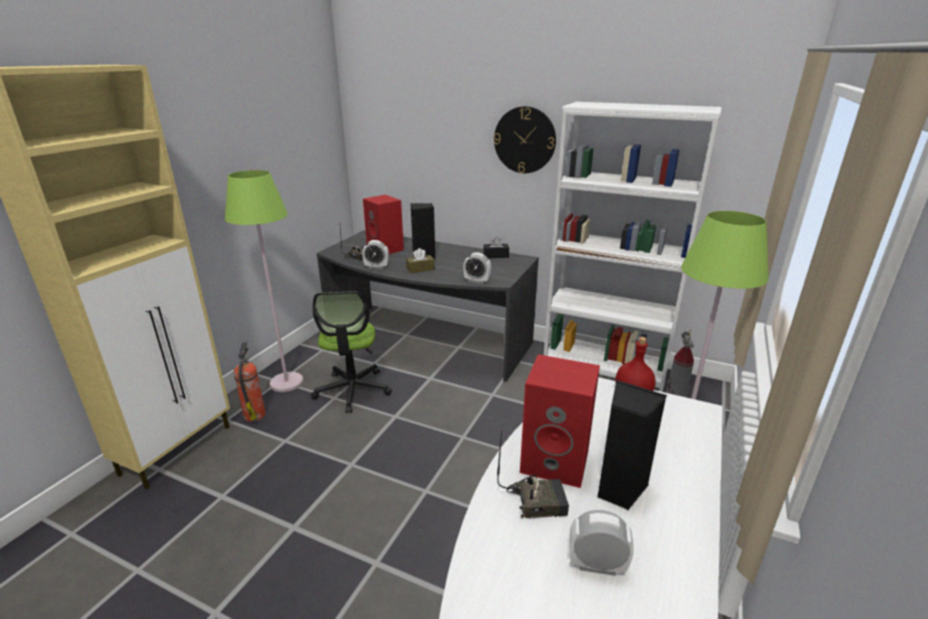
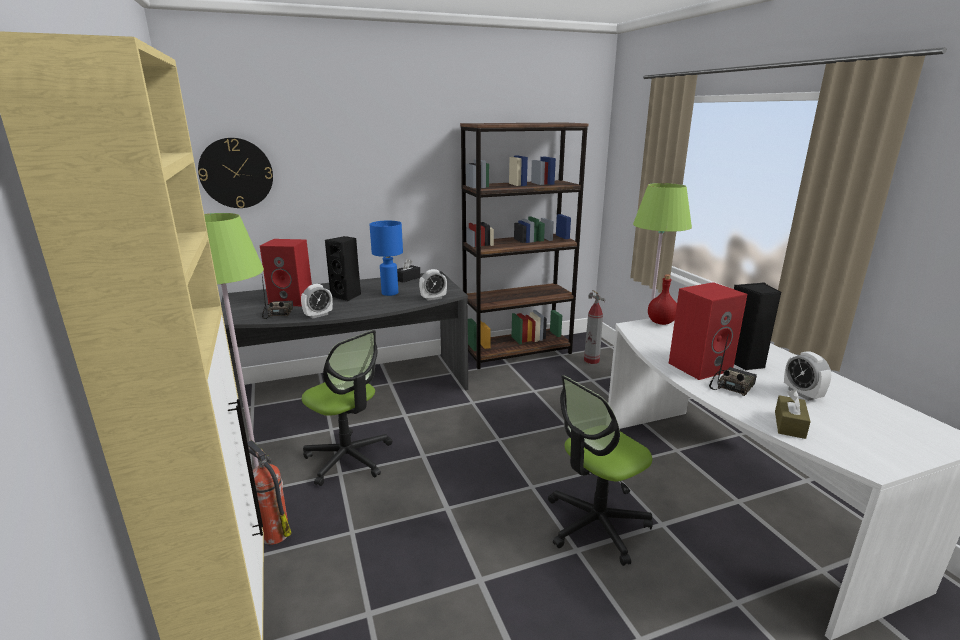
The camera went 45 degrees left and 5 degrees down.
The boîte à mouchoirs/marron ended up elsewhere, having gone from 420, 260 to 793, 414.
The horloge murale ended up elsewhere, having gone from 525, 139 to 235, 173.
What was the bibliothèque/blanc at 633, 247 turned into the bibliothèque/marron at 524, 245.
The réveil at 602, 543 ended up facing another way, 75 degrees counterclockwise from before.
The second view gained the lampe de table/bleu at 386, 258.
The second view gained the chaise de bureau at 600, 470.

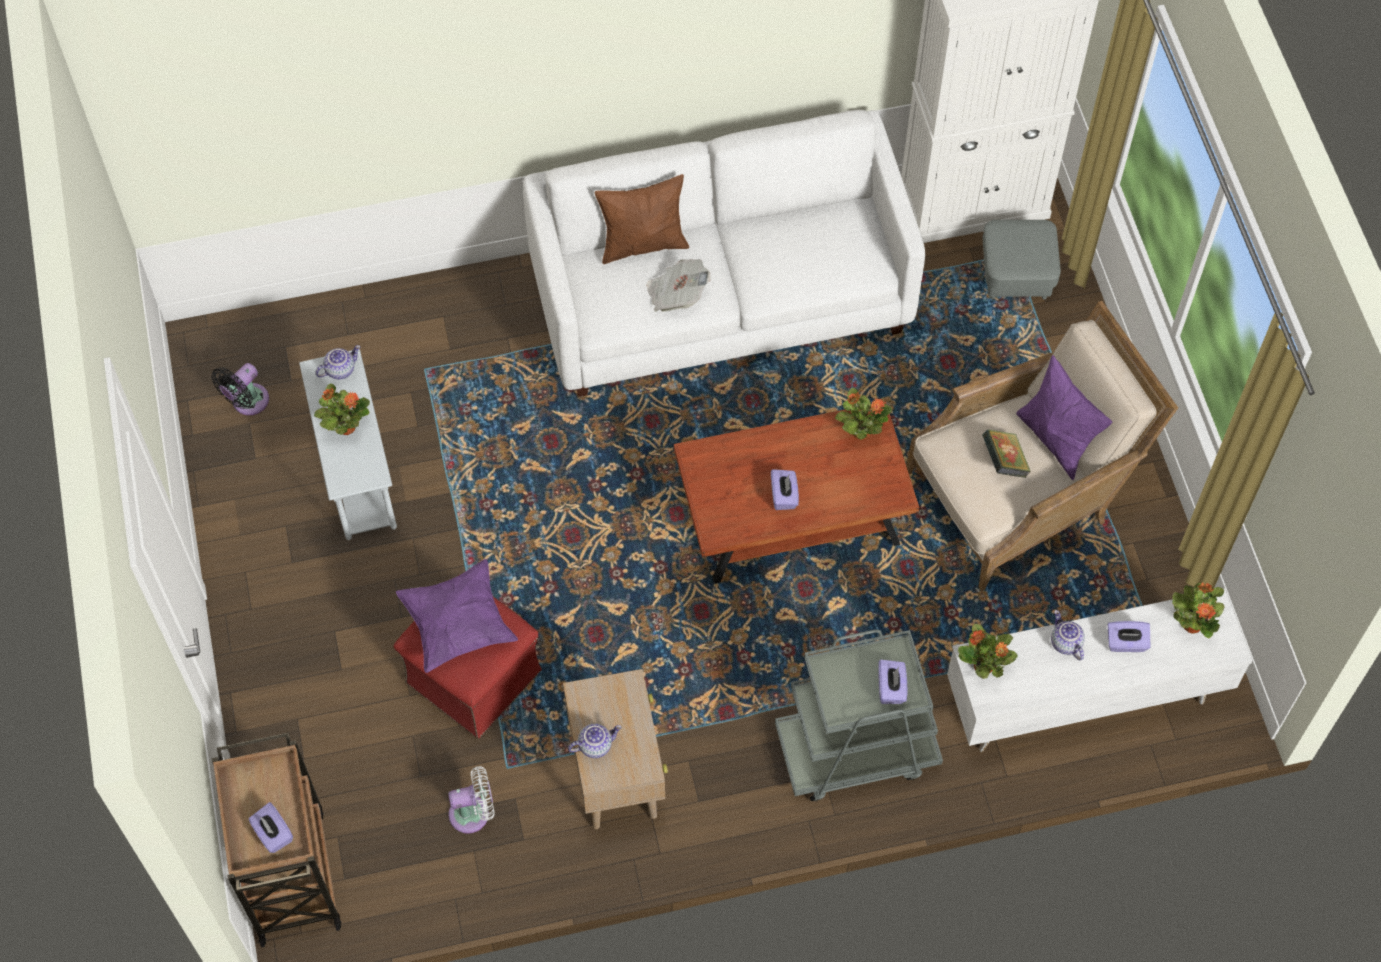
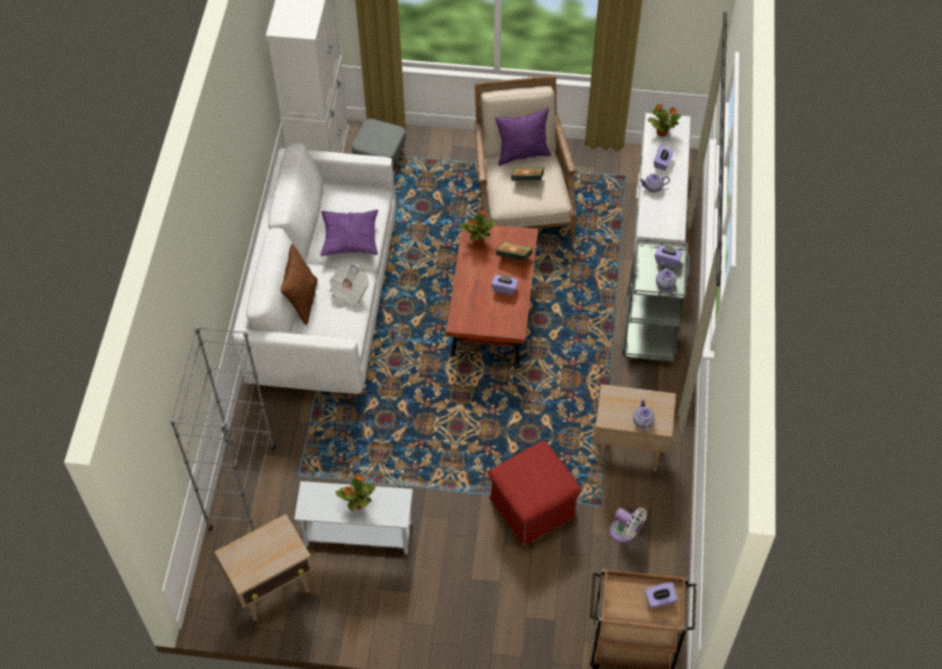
The camera went 70 degrees left and 5 degrees down.
Where the ventilateur/noir stood at 240, 389, the table d'appoint/beige came to stand at 264, 567.
The théière ended up elsewhere, having gone from 337, 362 to 666, 277.
The coussin/violet ended up elsewhere, having gone from 457, 616 to 349, 233.
The ventilateur/blanc at 471, 800 ended up facing another way, 120 degrees clockwise from before.
The second view lost the plante en pot at 988, 651.
The second view gained the bibliothèque/gris at 223, 428.
The second view gained the livre at 514, 251.

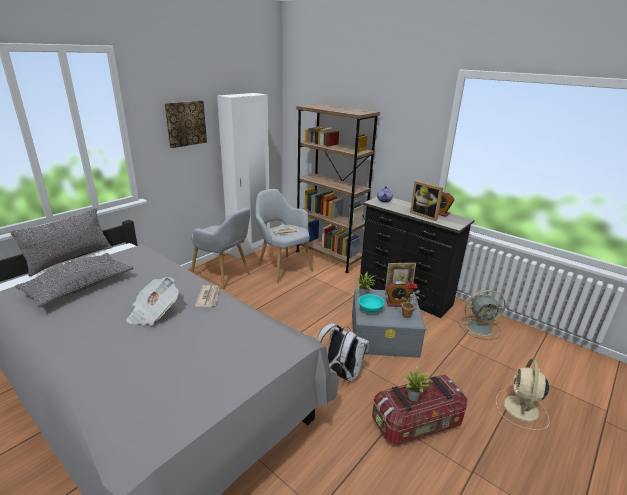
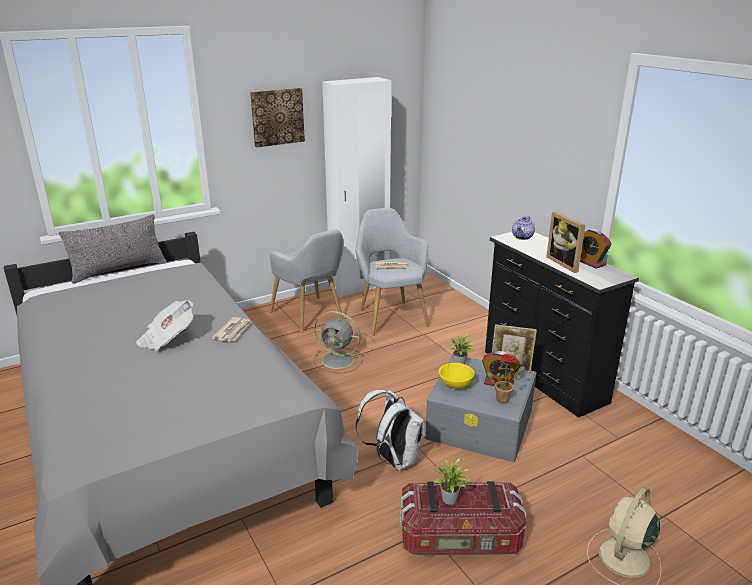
The camera went 20 degrees right and 0 degrees up.
The second view lost the coussin/gris at 74, 280.
The second view lost the bibliothèque/marron at 338, 188.
What was the bol/turquoise at 371, 303 turned into the bol/jaune at 457, 376.
The ventilateur/gris ended up elsewhere, having gone from 482, 315 to 338, 342.

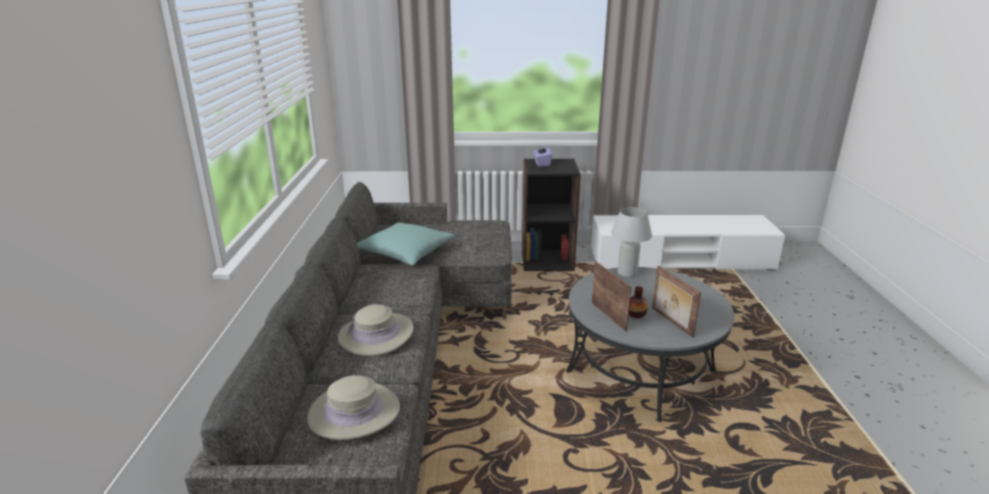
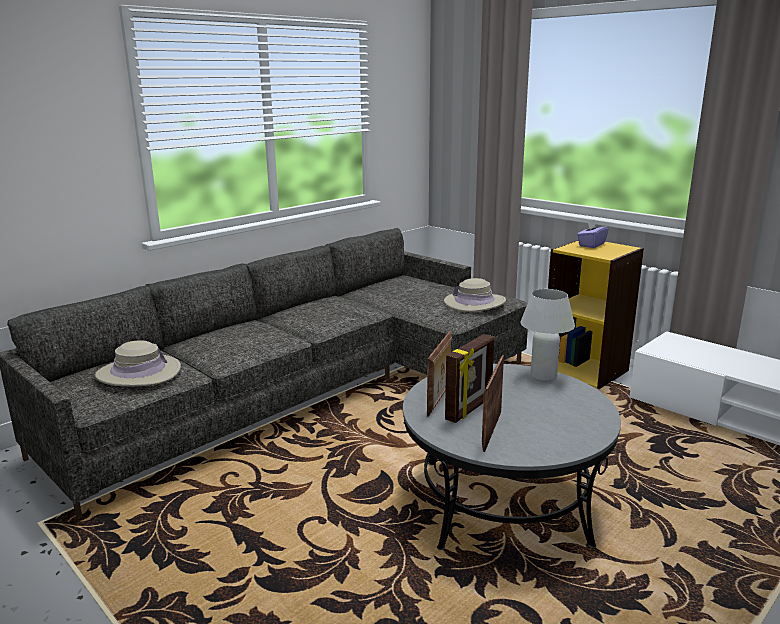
The camera went 45 degrees right and 5 degrees down.
The chapeau/beige ended up elsewhere, having gone from 376, 330 to 475, 295.
The second view lost the coussin/turquoise at 405, 244.
What was the bibliothèque/noir at 551, 214 turned into the bibliothèque/jaune at 596, 314.
Where the vase stood at 638, 302, the cadre photo came to stand at 469, 378.

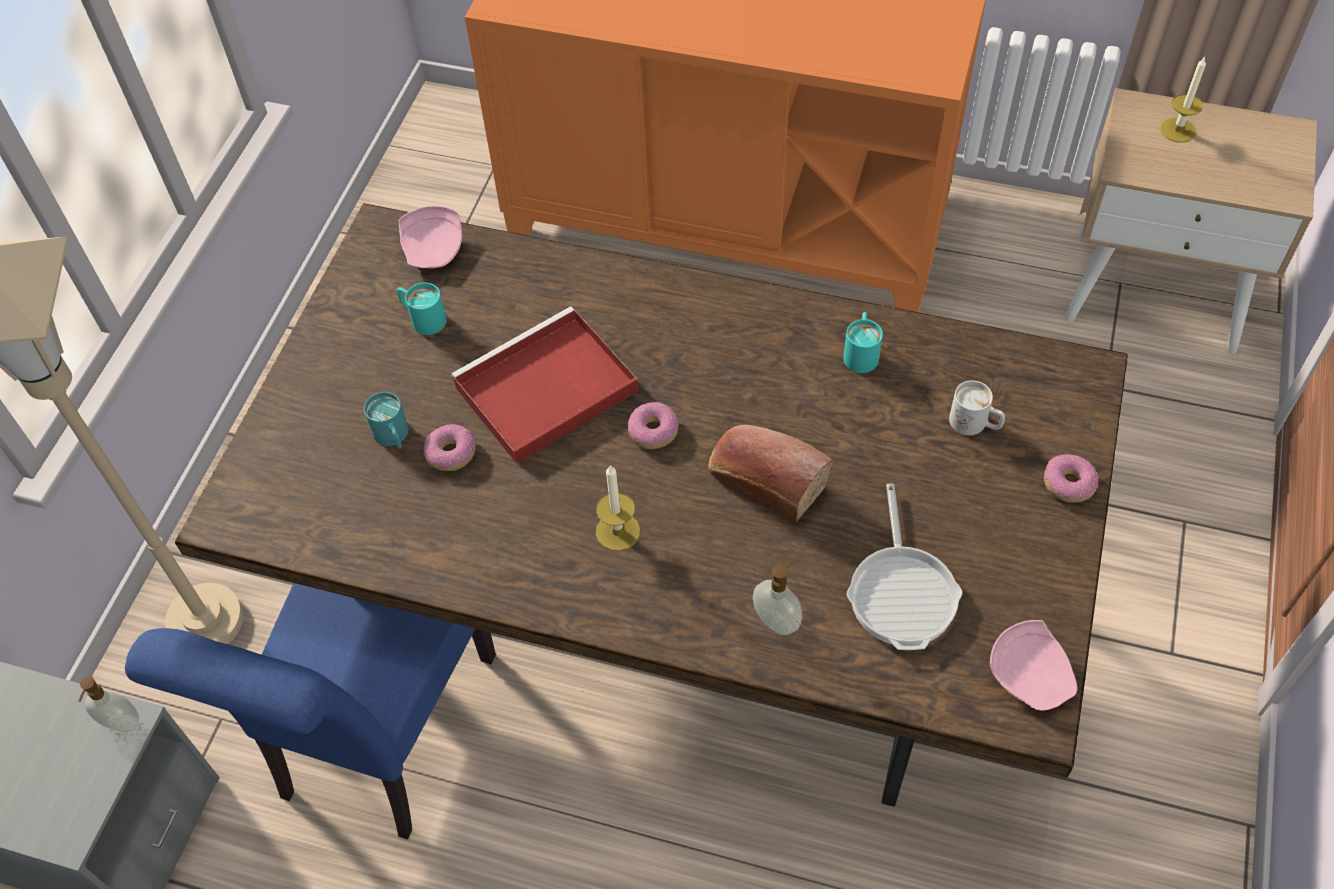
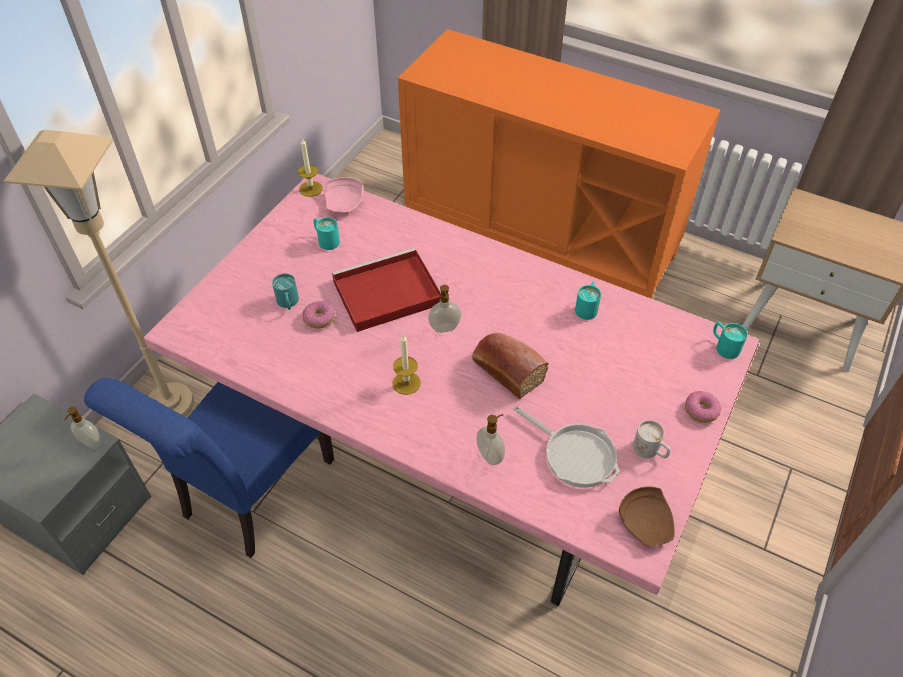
The camera went 10 degrees right and 5 degrees down.
What was the table à manger/marron at 651, 505 turned into the table à manger/rose at 452, 390.
Where the beignet stood at 653, 425, the distributeur de savon came to stand at 444, 309.
The poêle at 905, 566 ended up facing another way, 60 degrees counterclockwise from before.
The mug/blanc ended up elsewhere, having gone from 977, 407 to 652, 439.
What was the assiette/rose at 1033, 665 turned into the assiette/marron at 647, 516.
The bougie ended up elsewhere, having gone from 1183, 100 to 310, 167.
The second view gained the mug/turquoise at 730, 340.

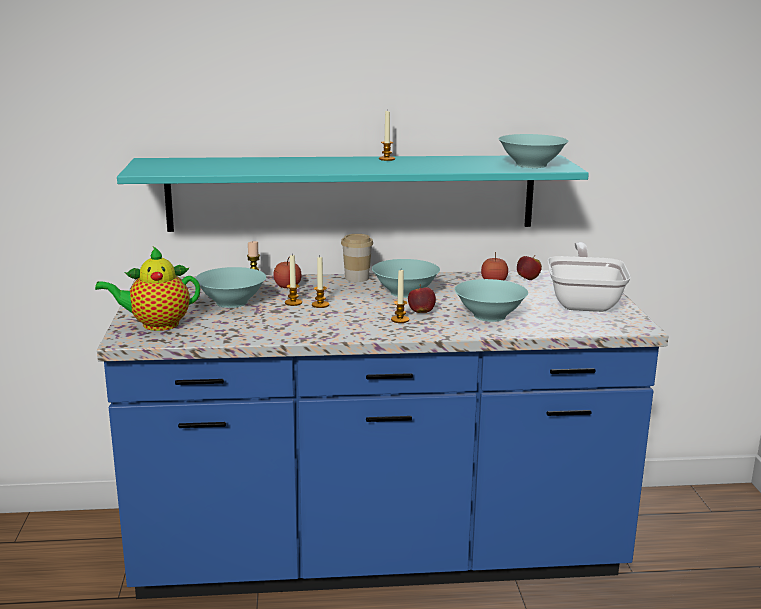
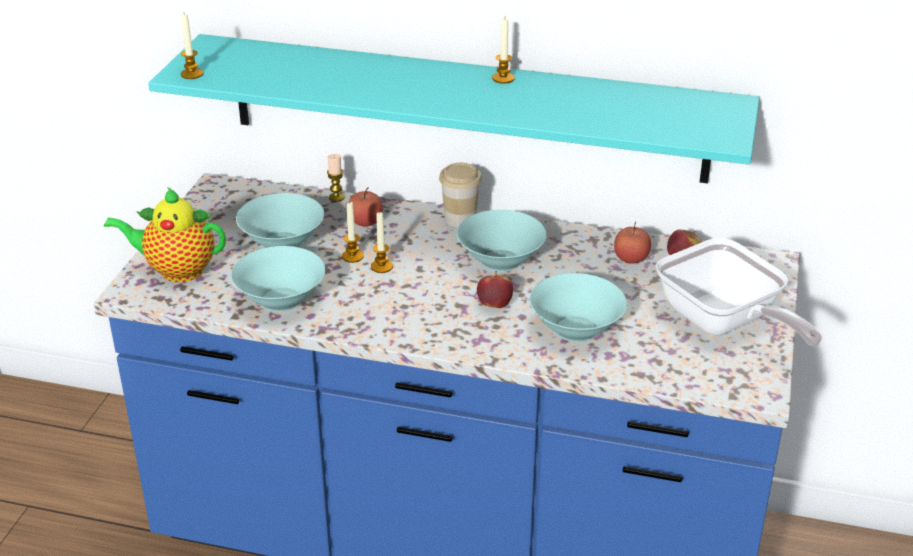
The camera went 20 degrees right and 15 degrees up.
The bougie ended up elsewhere, having gone from 400, 296 to 192, 46.
The bol/turquoise ended up elsewhere, having gone from 533, 151 to 278, 279.
The poêle at 589, 277 ended up facing another way, 120 degrees clockwise from before.

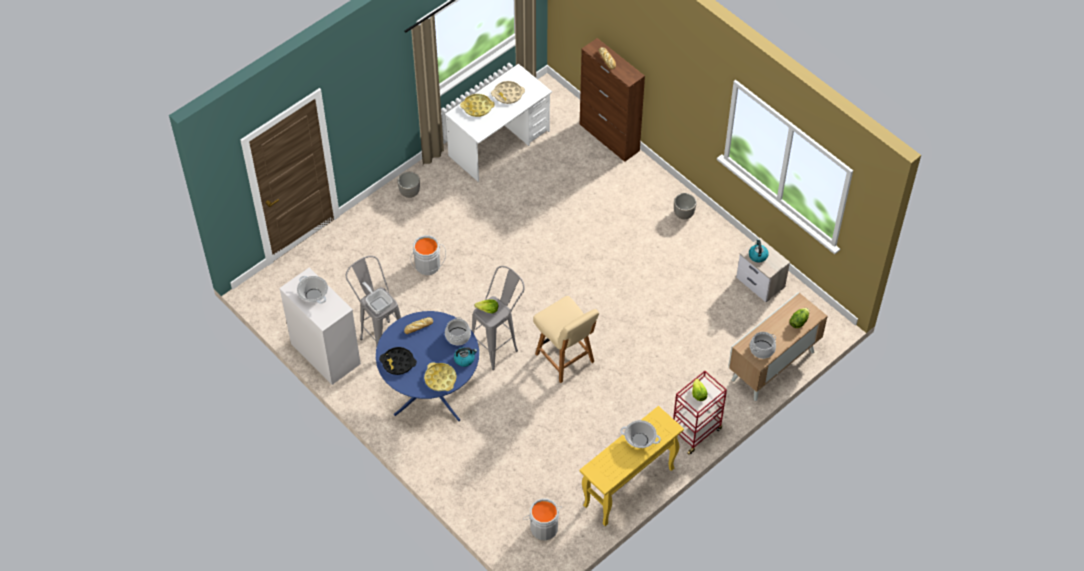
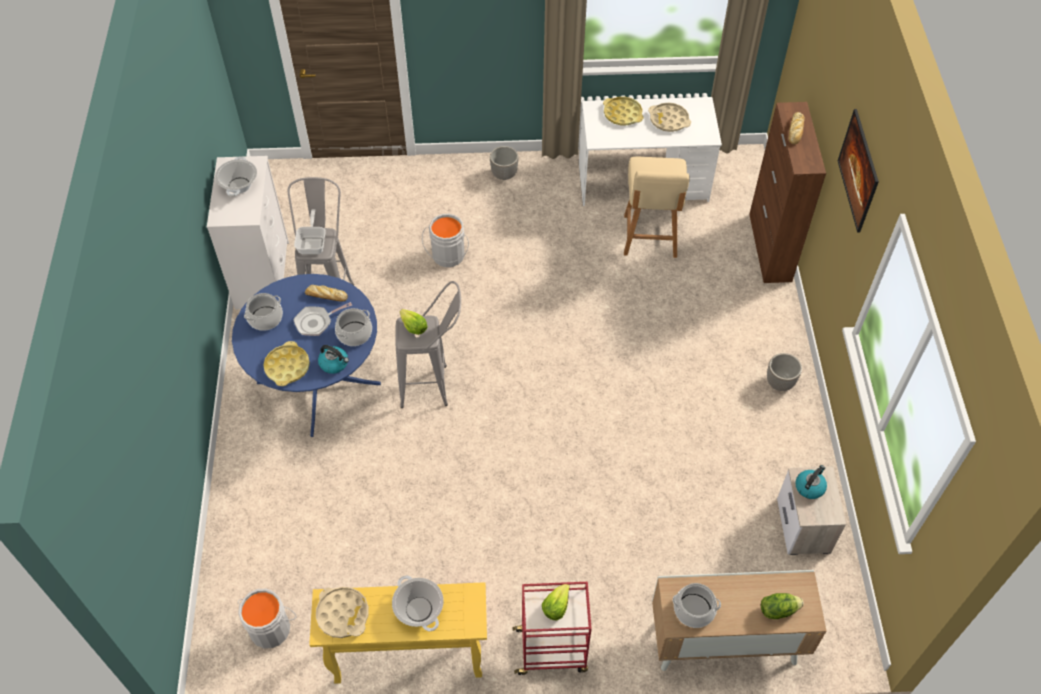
The camera went 40 degrees right and 0 degrees up.
Where the plateau/noir stood at 398, 361, the marmite came to stand at 263, 312.
The chaise/beige ended up elsewhere, having gone from 566, 339 to 657, 207.
The second view gained the poêle at 322, 319.
The second view gained the plateau/beige at 342, 612.
The second view gained the tableau at 858, 171.

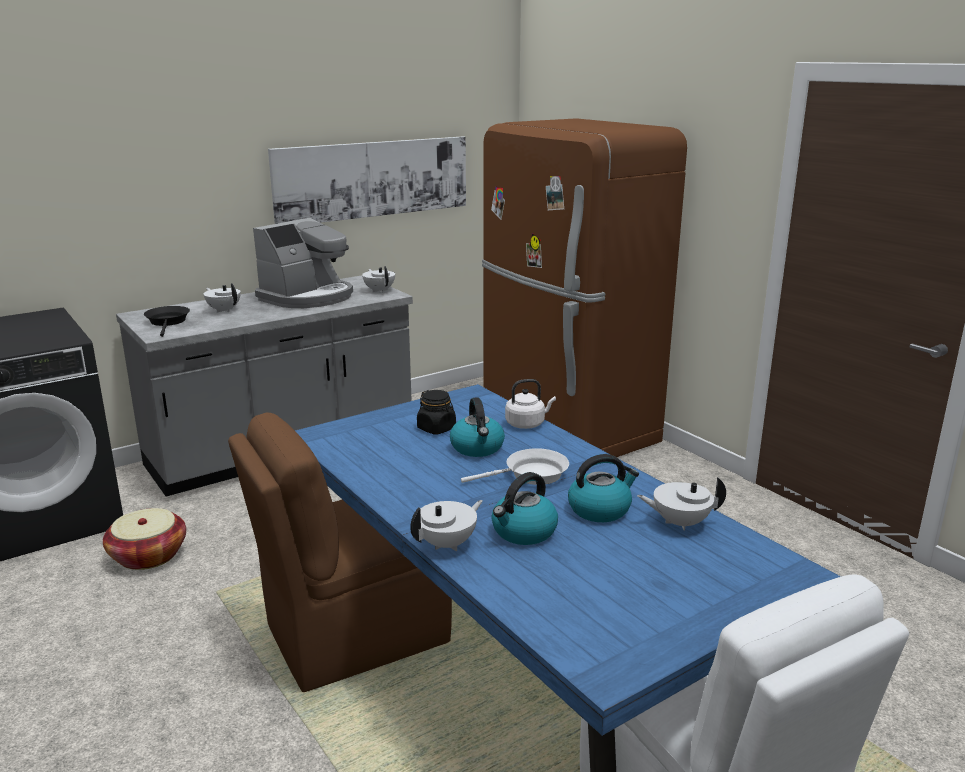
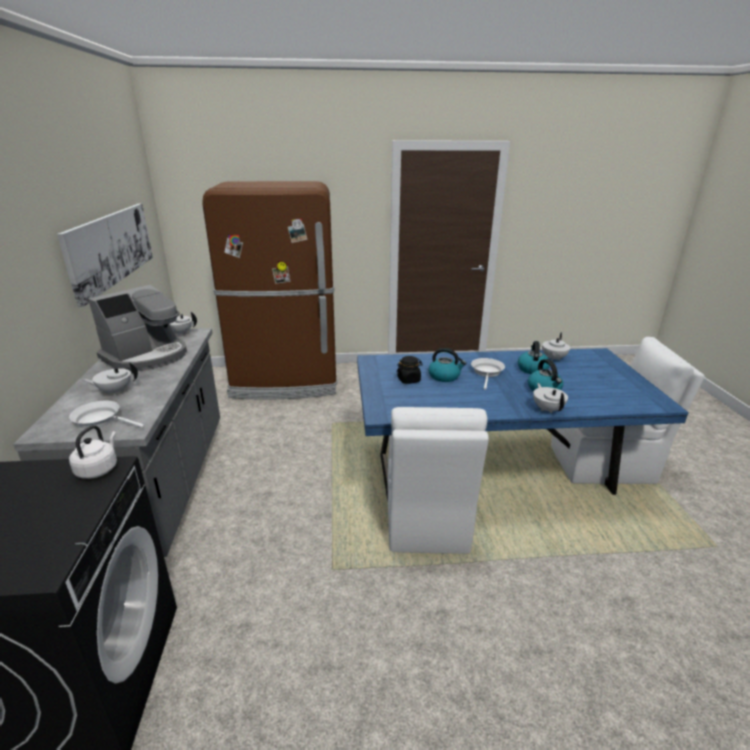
The camera went 60 degrees left and 5 degrees up.
The second view lost the panier at 144, 539.
What was the poêle/noir at 167, 321 turned into the poêle/blanc at 107, 414.
What was the chaise/marron at 340, 552 turned into the chaise/blanc at 438, 480.
The machine à café at 303, 263 ended up facing another way, 60 degrees clockwise from before.
The bouilloire/blanc ended up elsewhere, having gone from 530, 404 to 93, 452.

